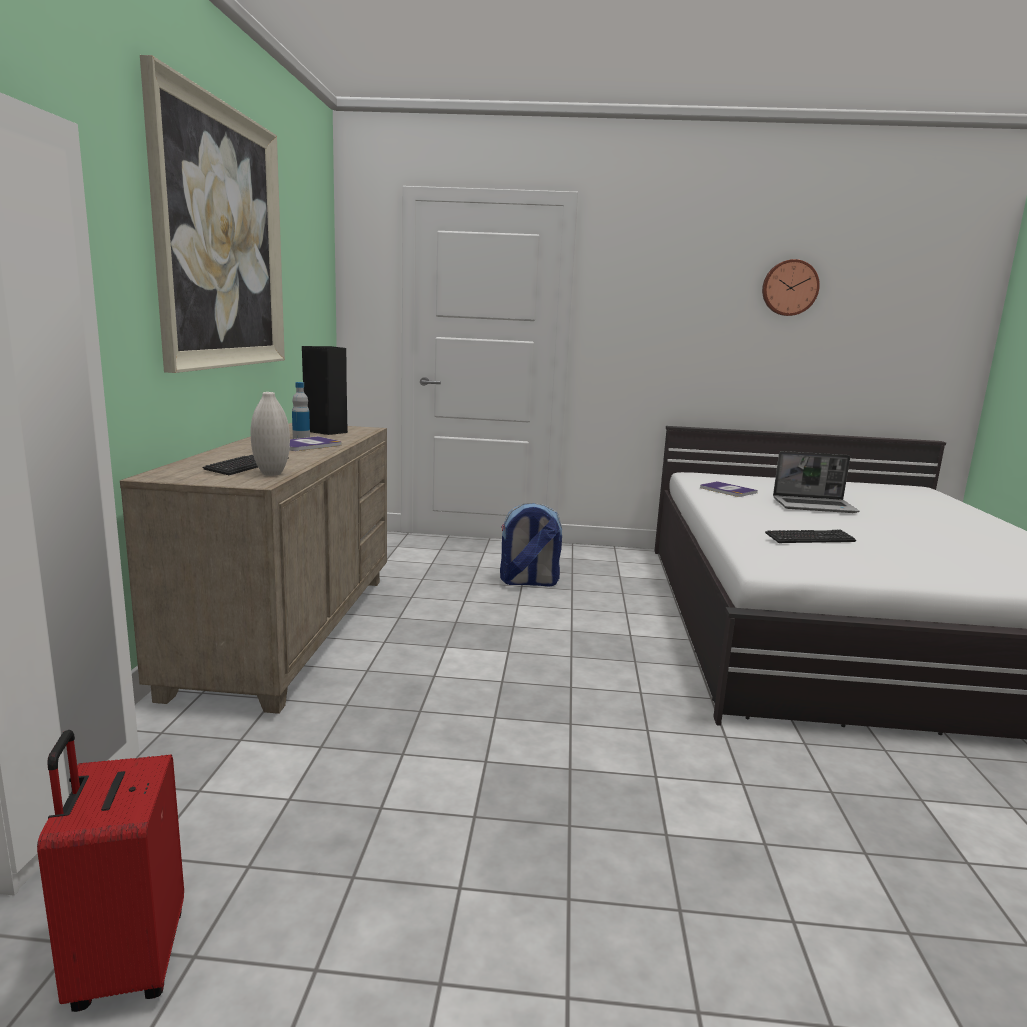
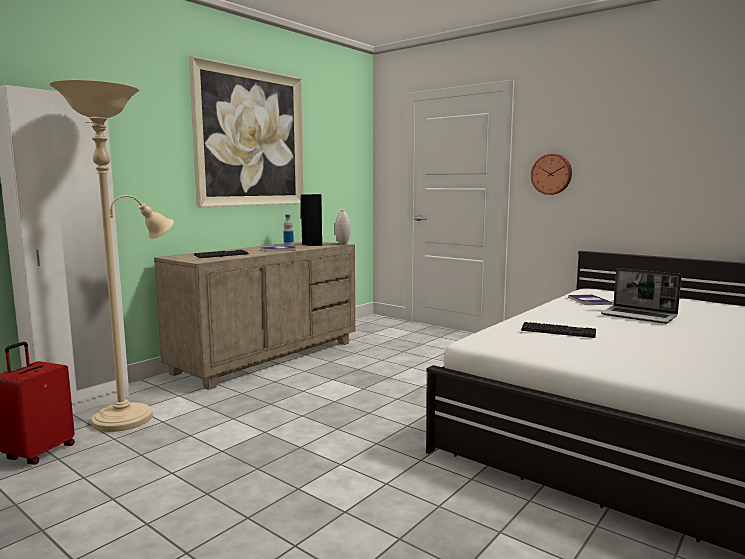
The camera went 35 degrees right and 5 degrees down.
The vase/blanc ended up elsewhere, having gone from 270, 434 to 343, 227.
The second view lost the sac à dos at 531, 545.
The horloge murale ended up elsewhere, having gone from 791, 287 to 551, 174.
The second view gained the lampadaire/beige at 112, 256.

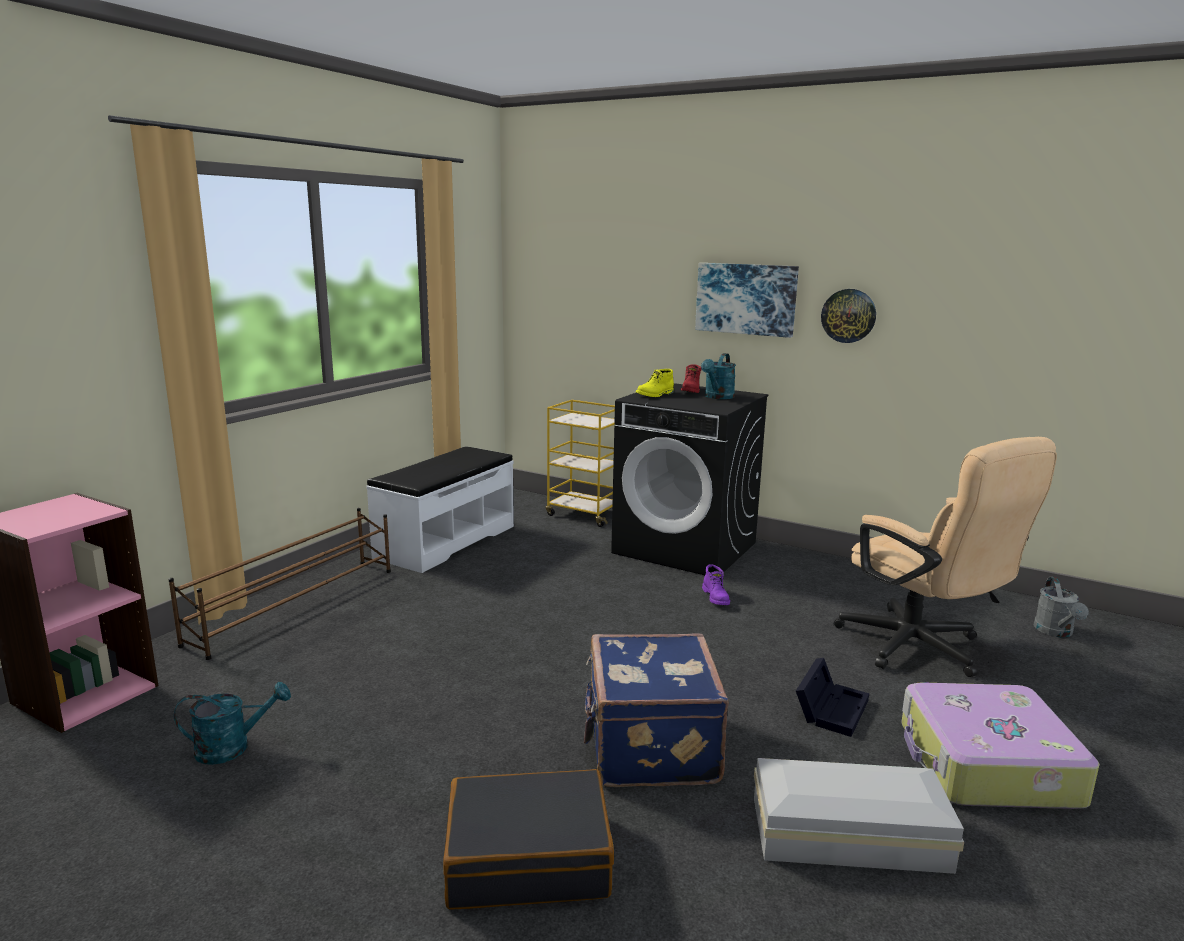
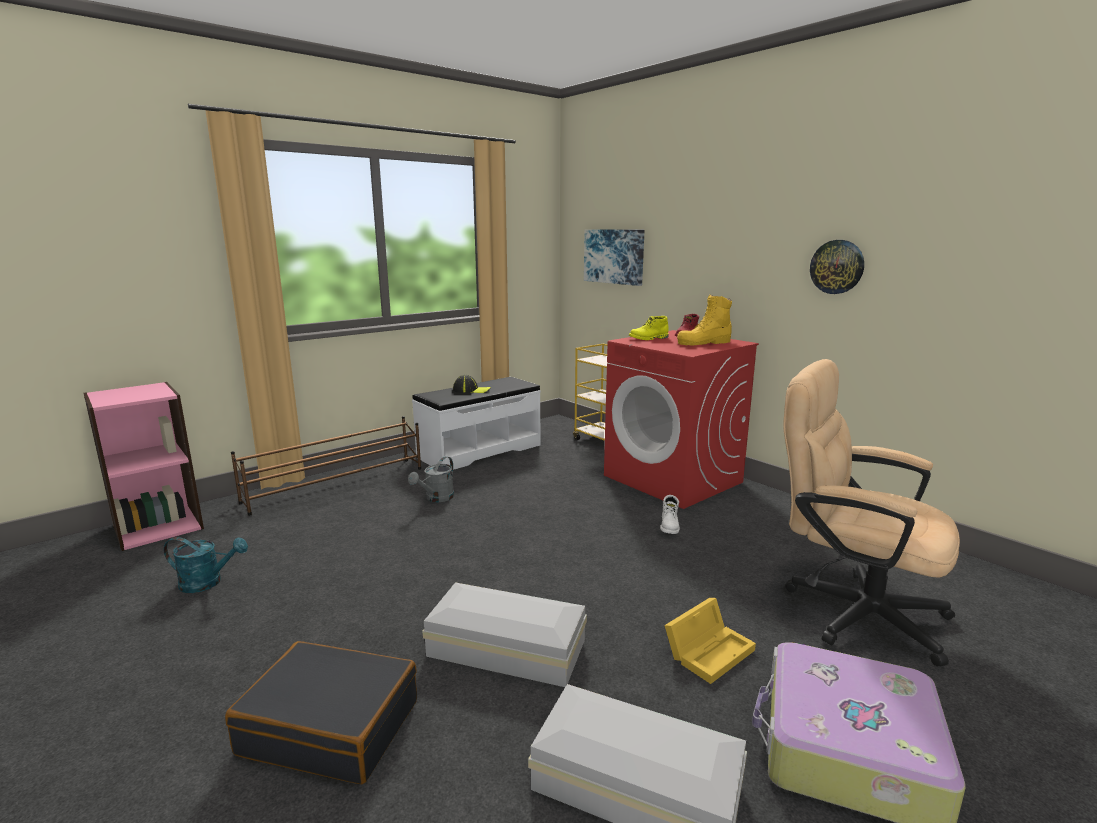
The camera went 20 degrees right and 0 degrees up.
Where the valise/bleu stood at 656, 710, the boîte de rangement/blanc came to stand at 504, 634.
What was the lave-linge/noir at 689, 479 turned into the lave-linge/rouge at 681, 419.
The tableau ended up elsewhere, having gone from 747, 300 to 614, 258.
Where the arrosoir/turquoise stood at 718, 376, the botte/jaune came to stand at 704, 320.
What was the botte/violet at 716, 584 turned into the botte/blanc at 670, 514.
What was the boîte de rangement/noir at 832, 697 turned into the boîte de rangement/jaune at 710, 641.
The chaise de bureau/beige at 945, 557 ended up facing another way, 135 degrees clockwise from before.
The arrosoir/gris ended up elsewhere, having gone from 1061, 607 to 431, 479.
The second view gained the casquette at 472, 384.

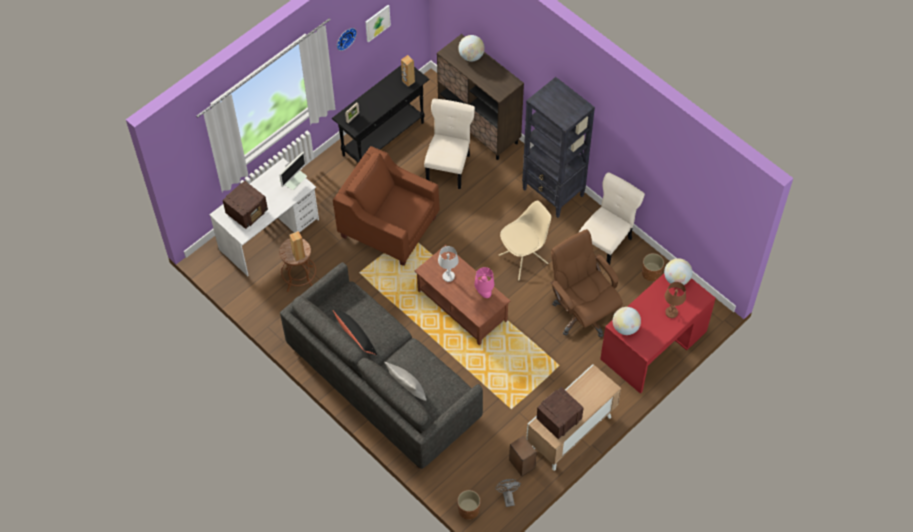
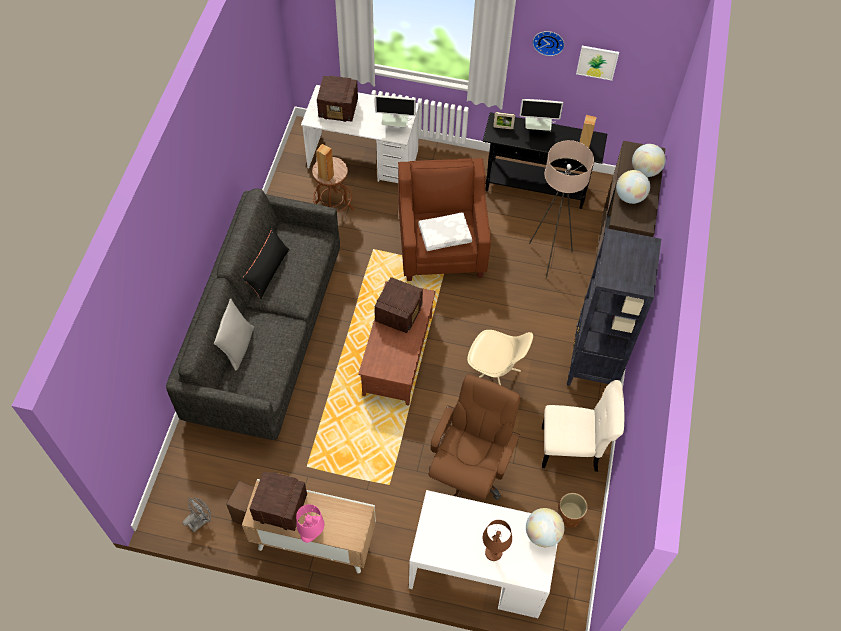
The camera went 55 degrees right and 0 degrees up.
Where the chaise/beige stood at 449, 144, the lampadaire/beige came to stand at 561, 209.
Where the lampe de table/blanc stood at 448, 264, the radio came to stand at 399, 305.
The second view lost the cache-pot/marron at 468, 505.
The lampe de table/rose ended up elsewhere, having gone from 484, 282 to 310, 523.
What was the bureau/rouge at 658, 334 turned into the bureau/blanc at 483, 554.
The globe ended up elsewhere, having gone from 627, 321 to 633, 187.
The second view gained the coussin/blanc at 445, 231.
The second view gained the écran d'ordinateur at 541, 115.

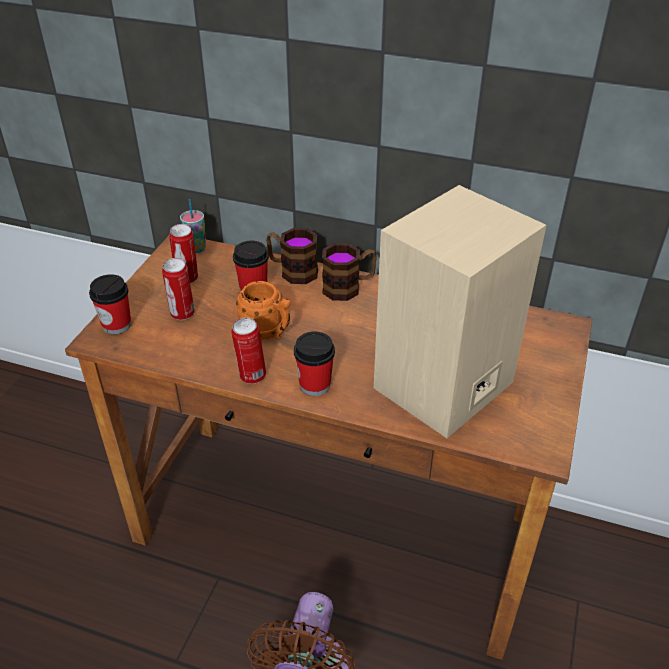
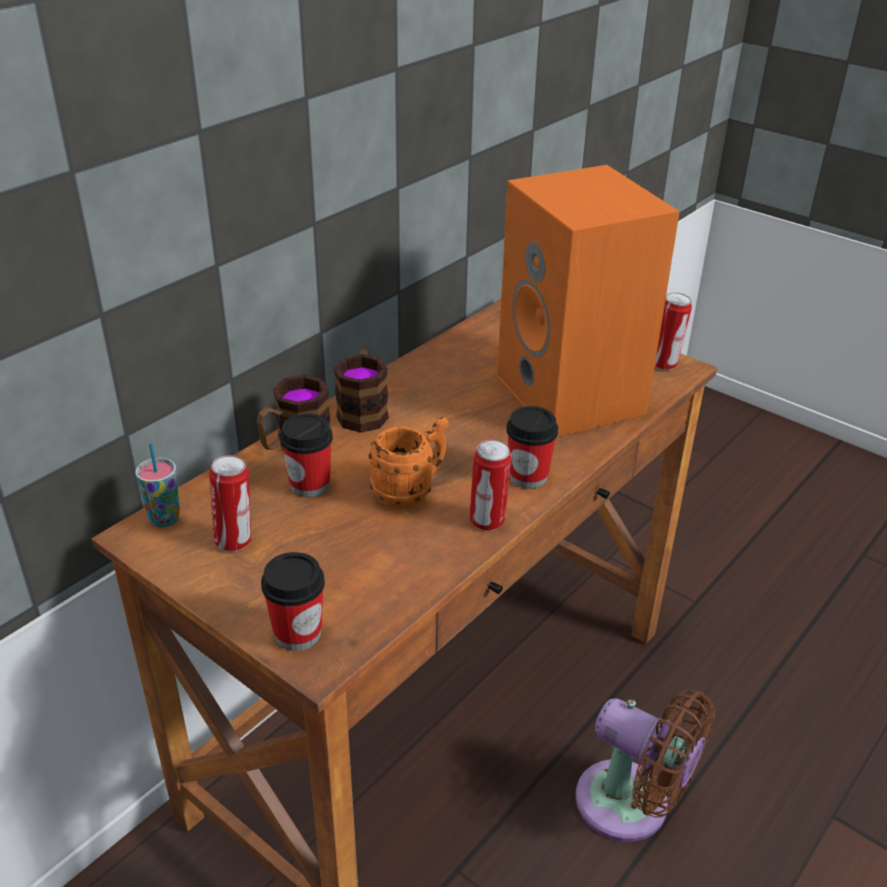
The camera went 70 degrees left and 5 degrees down.
The boîte métallique ended up elsewhere, having gone from 178, 289 to 673, 331.
What was the enceinte/beige at 460, 311 turned into the enceinte/orange at 588, 301.

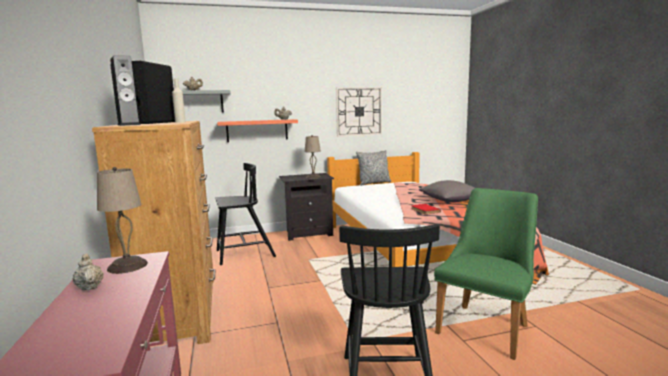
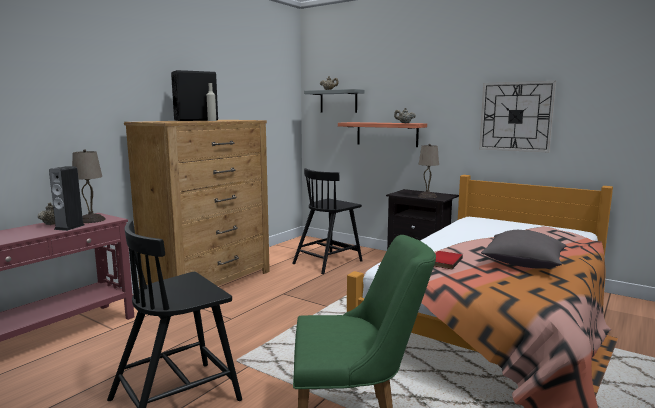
The camera went 50 degrees right and 0 degrees up.
The enceinte ended up elsewhere, having gone from 125, 90 to 67, 198.
The chaise/noir at 246, 214 ended up facing another way, 105 degrees clockwise from before.
The second view lost the coussin/gris at 373, 168.

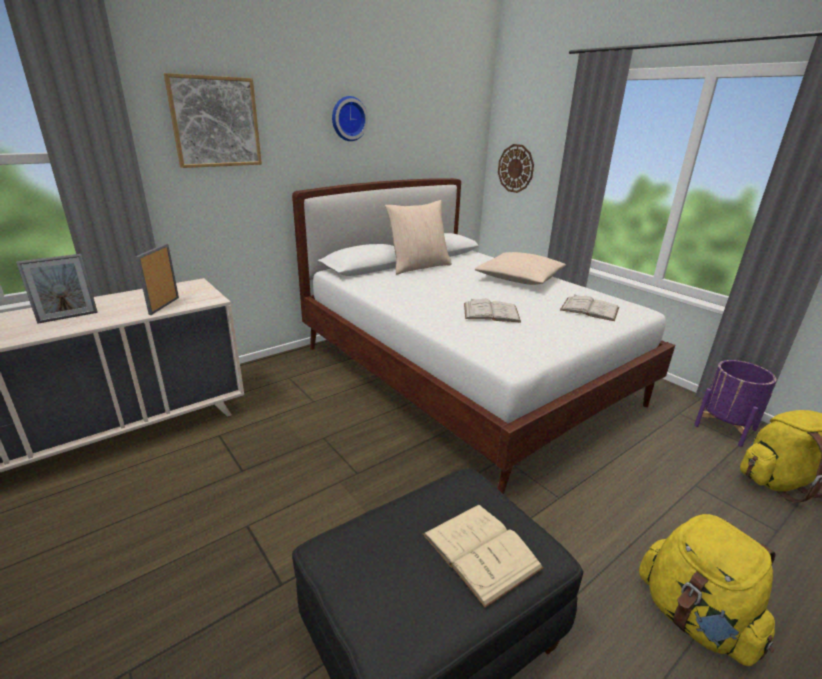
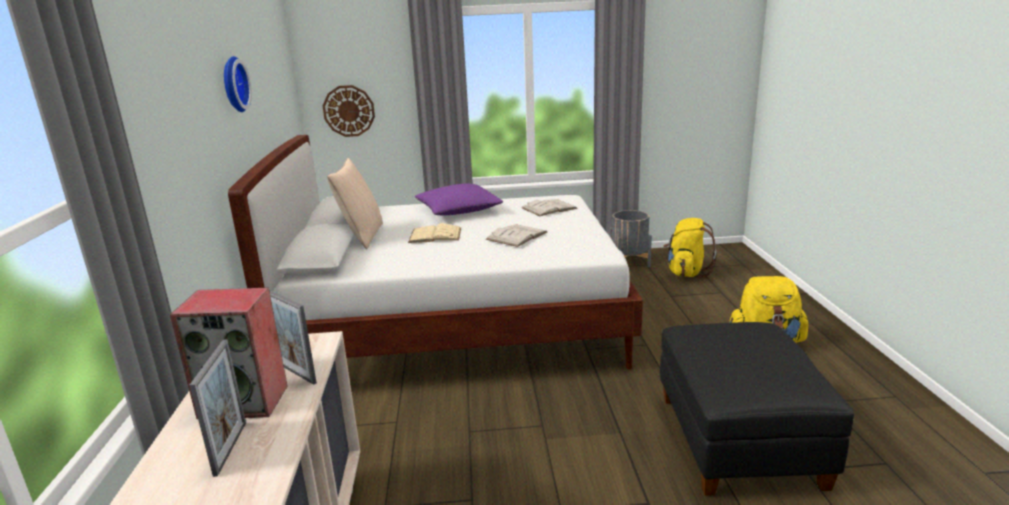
The camera went 55 degrees left and 5 degrees down.
The second view lost the tableau at 213, 120.
The livre/beige ended up elsewhere, having gone from 483, 556 to 434, 233.
What was the coussin/beige at 520, 268 turned into the coussin/violet at 459, 199.
What was the cache-pot/violet at 735, 403 turned into the cache-pot/gris at 630, 238.
The second view gained the enceinte at 228, 353.

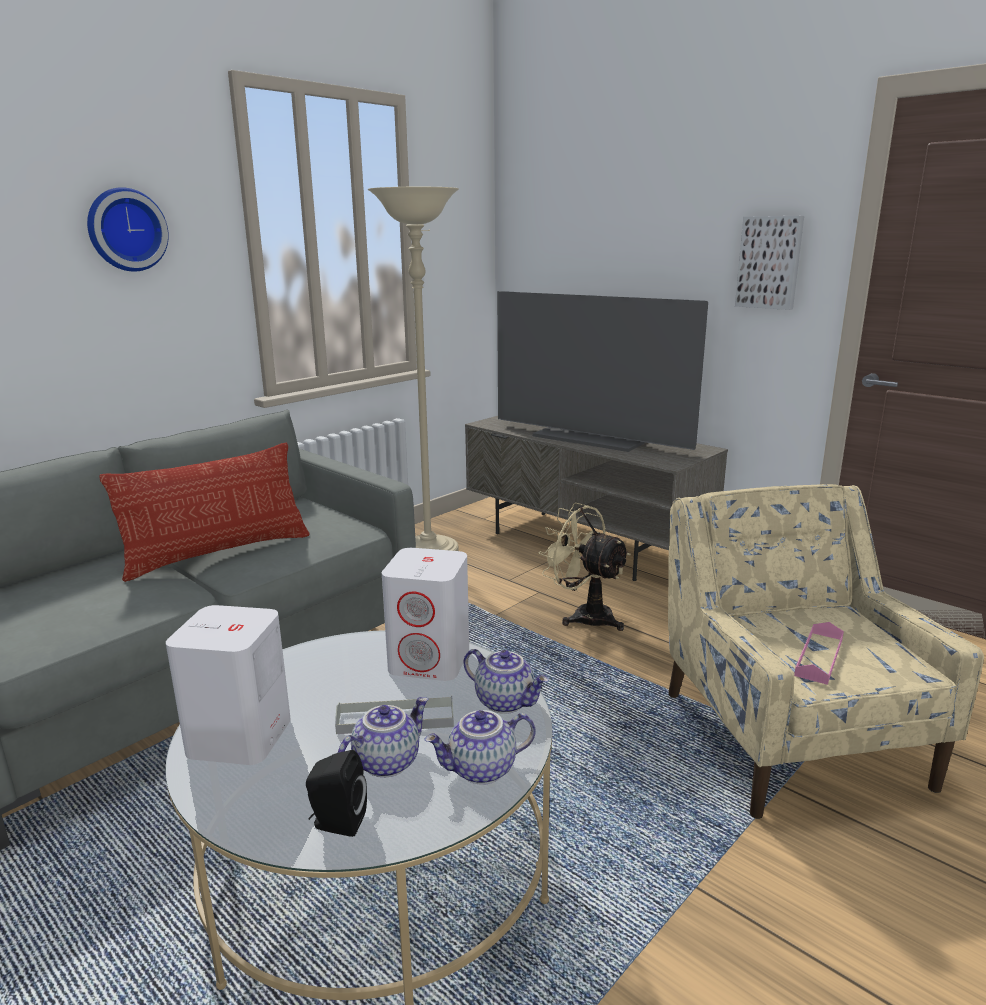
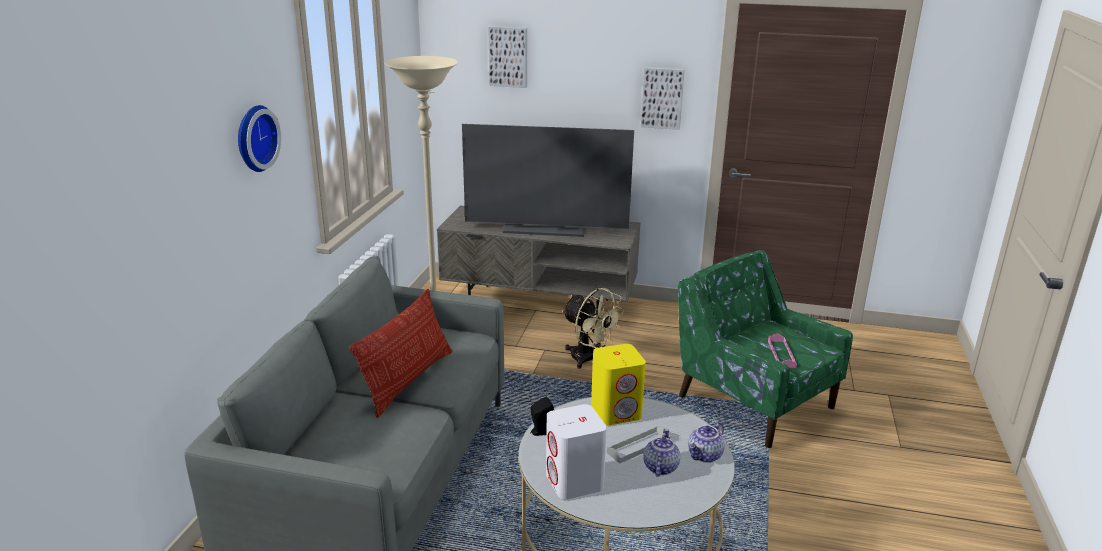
The camera went 30 degrees left and 5 degrees up.
The enceinte/noir ended up elsewhere, having gone from 336, 793 to 542, 416.
What was the enceinte/blanc at 425, 614 turned into the enceinte/jaune at 618, 384.
The second view lost the théière at 506, 681.
The ventilateur/beige at 584, 567 ended up facing another way, 150 degrees counterclockwise from before.
What was the fauteuil/beige at 826, 651 turned into the fauteuil/vert at 765, 349.
The second view gained the tableau at 507, 57.

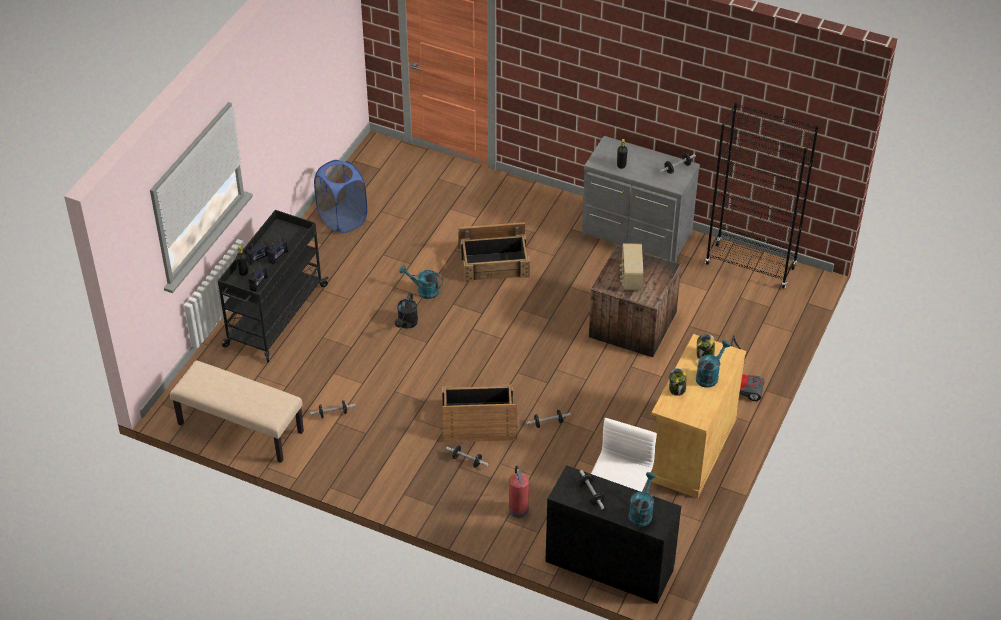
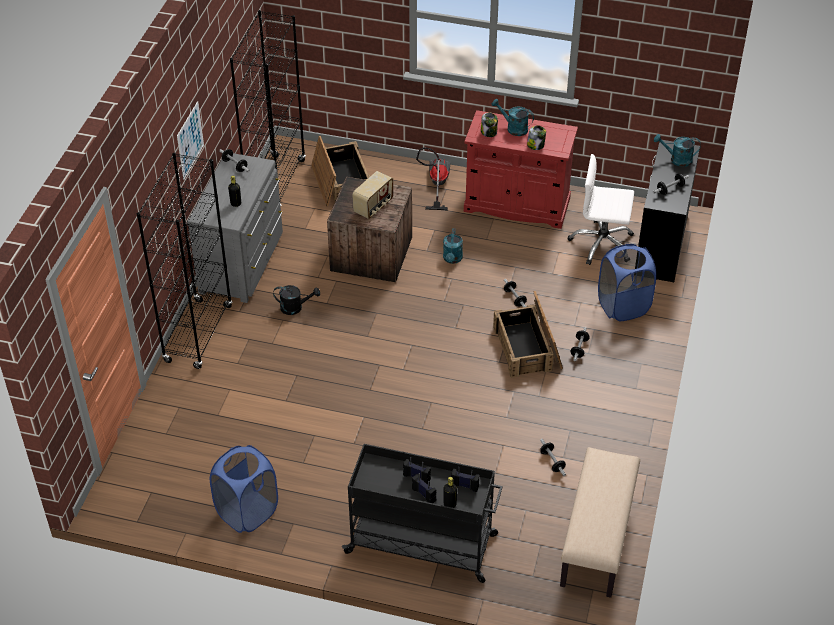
The camera went 100 degrees left and 0 degrees up.
The arrosoir/noir ended up elsewhere, having gone from 406, 311 to 296, 300.
The arrosoir/turquoise ended up elsewhere, having gone from 421, 282 to 453, 246.
The caisse ended up elsewhere, having gone from 494, 252 to 340, 171.
Where the extincteur stood at 519, 492, the panier à linge/bleu came to stand at 627, 282.
The radio at 631, 267 ended up facing another way, 45 degrees counterclockwise from before.
What was the meuble de rangement/beige at 698, 416 turned into the meuble de rangement/rouge at 521, 169.
The second view gained the bibliothèque/noir at 184, 261.
The second view gained the tableau at 190, 140.

